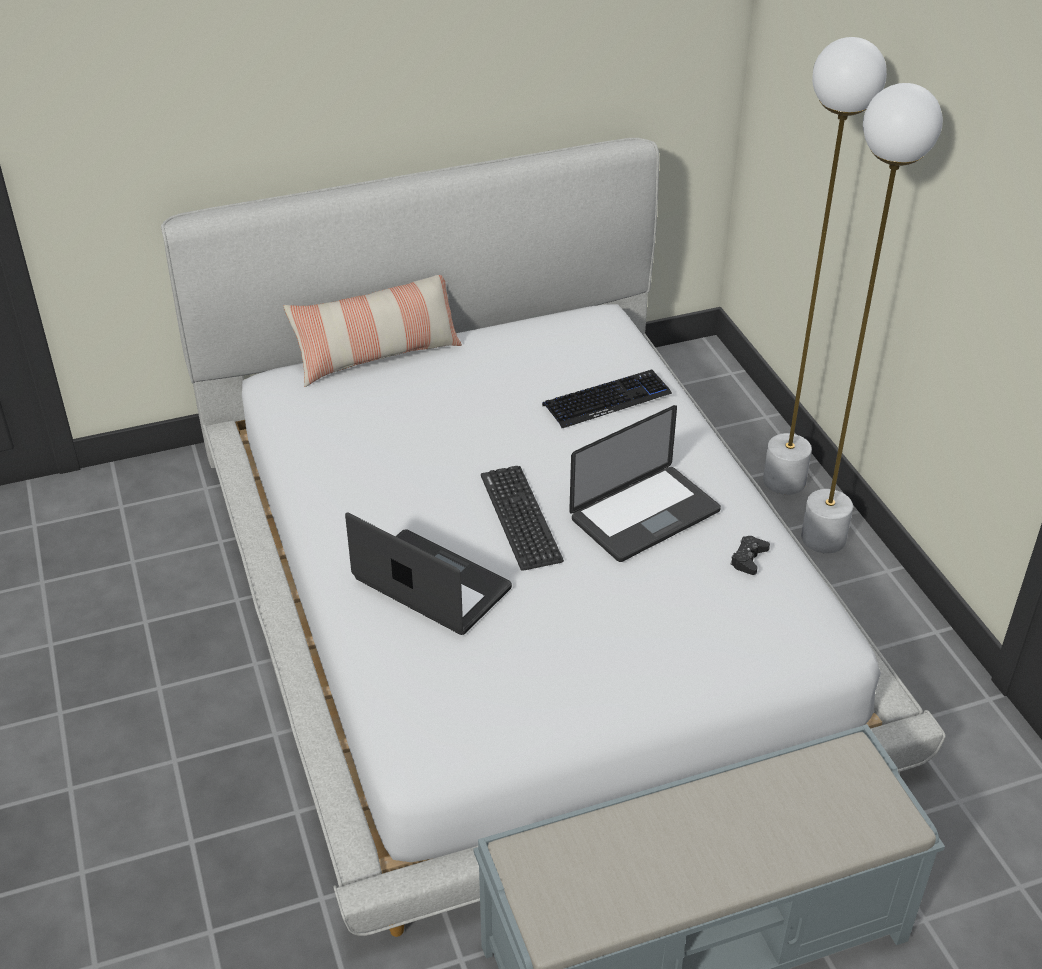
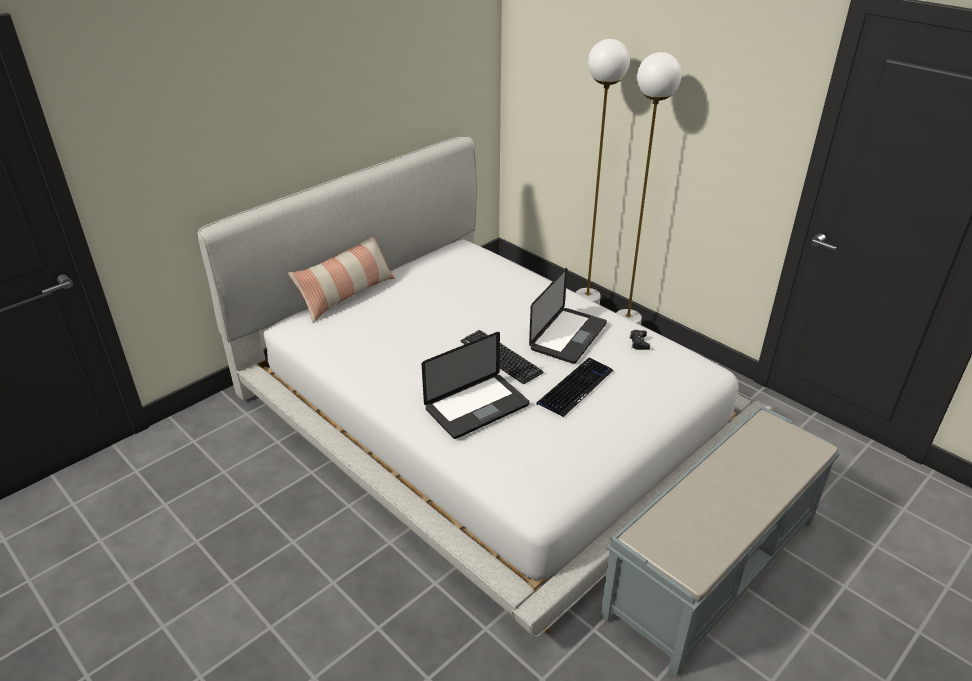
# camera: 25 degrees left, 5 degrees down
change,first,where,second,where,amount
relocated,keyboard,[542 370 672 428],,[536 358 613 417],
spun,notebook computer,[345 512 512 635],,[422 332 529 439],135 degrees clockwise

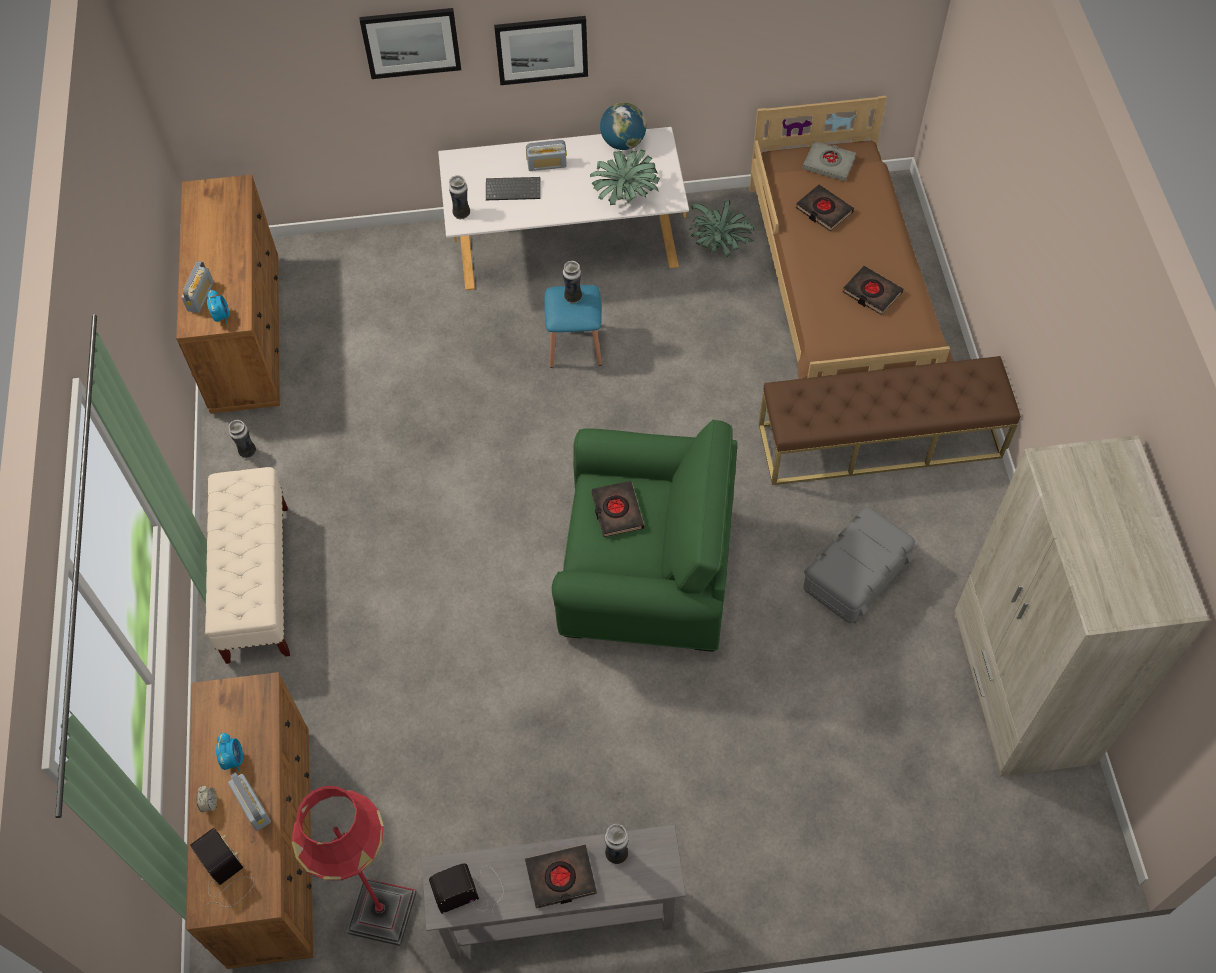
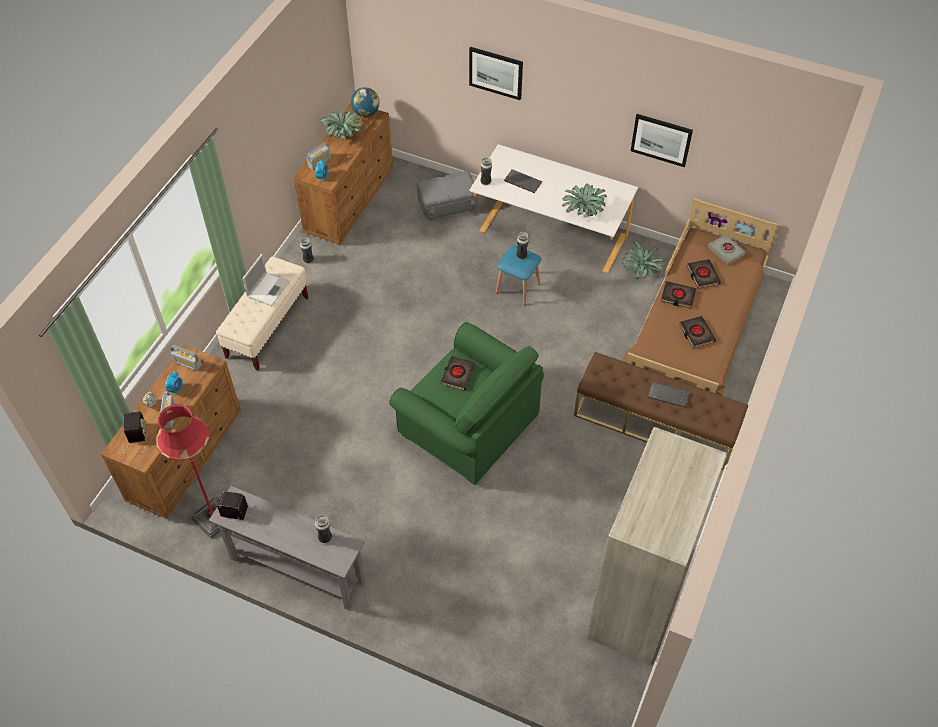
# camera: 30 degrees right, 5 degrees down
change,first,where,second,where,amount
relocated,picture,[494 16 588 85],,[631 114 693 167],
relocated,desk globe,[600 102 646 150],,[351 87 380 117],
relocated,radio,[526 140 567 171],,[171 345 202 371],
relocated,storage bin in greyish,[804 507 915 623],,[417 171 479 222],
relocated,volume in blackish,[525 844 597 908],,[661 281 696 308],
appeared,,,houseplant,[320 109 365 140],
appeared,,,notebook computer,[242 254 290 306],
appeared,,,keyboard,[648 382 690 407],

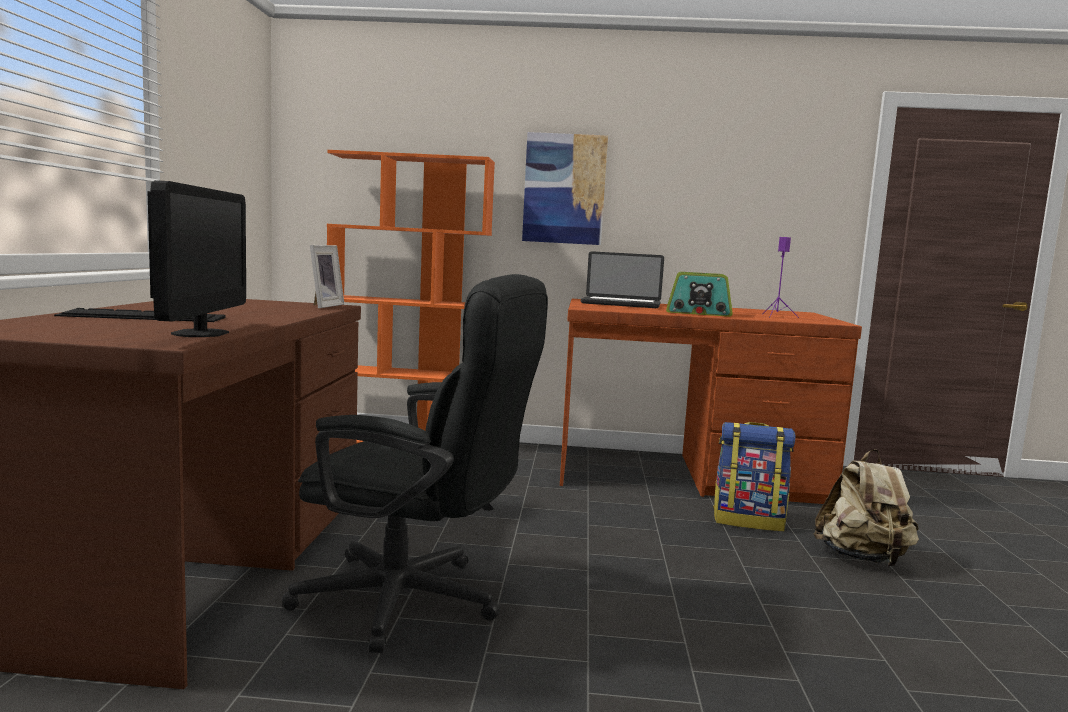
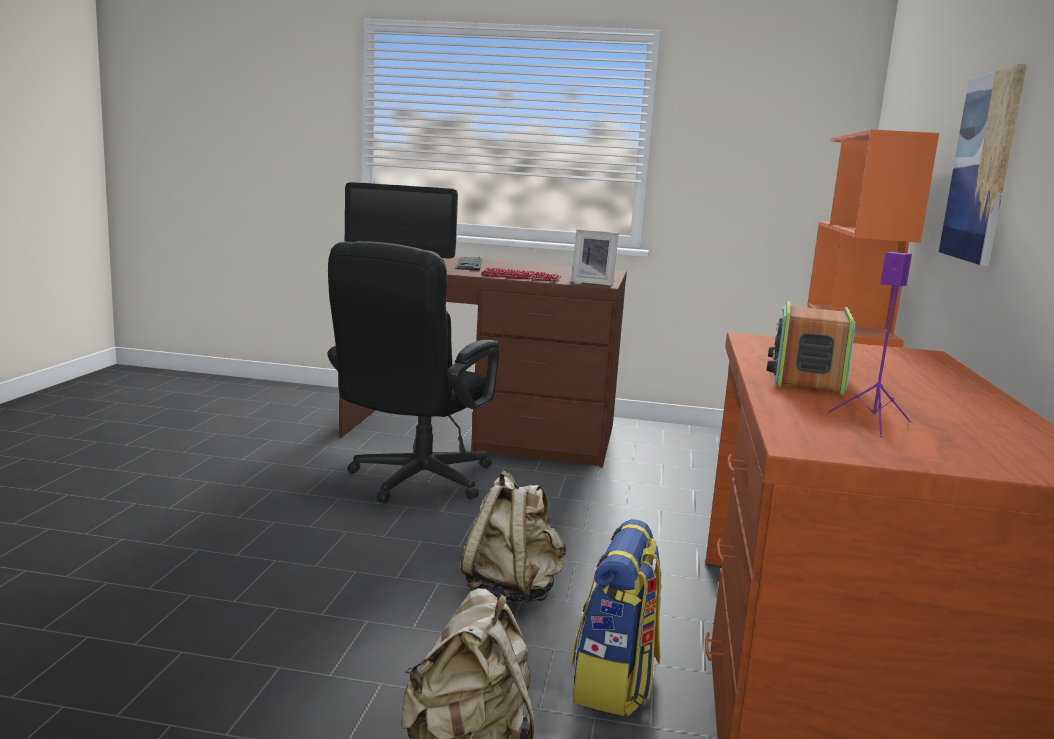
# camera: 95 degrees right, 5 degrees up
change,first,where,second,where,amount
missing,notebook computer,[581 251 664 308],,,
appeared,,,keyboard,[481 267 561 282],
appeared,,,rucksack in beige,[460 471 566 603],

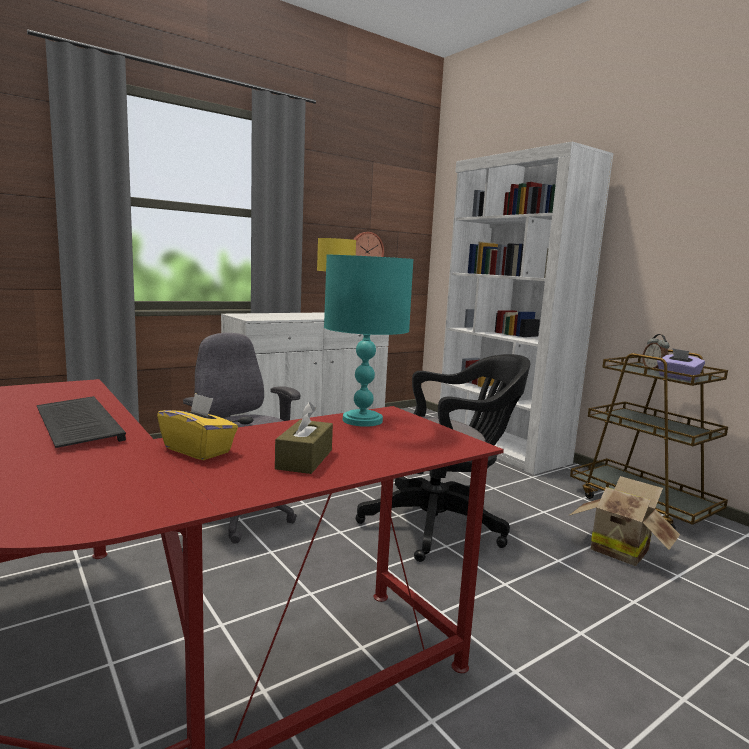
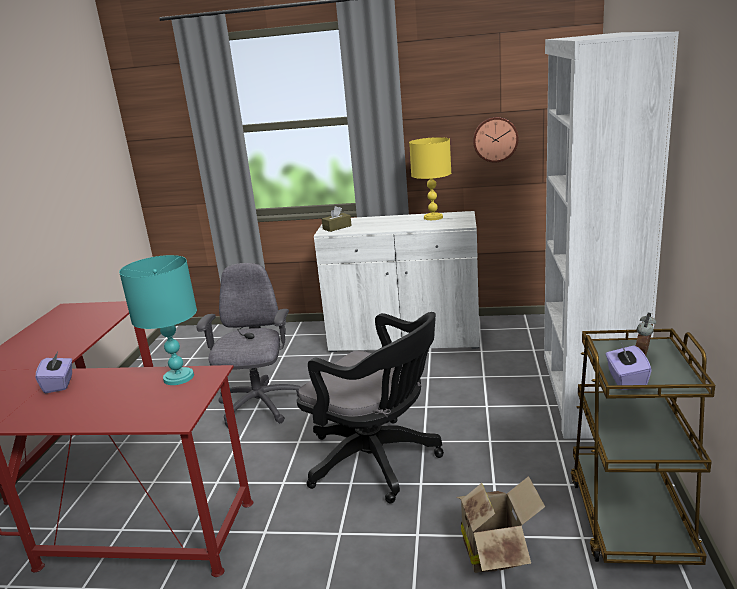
# camera: 45 degrees right, 10 degrees up
change,first,where,second,where,amount
colour,tissue holder in yellowish,[157 393 238 460],tissue holder in purple,[35 351 72 393],
missing,keyboard,[37 396 126 448],,,
relocated,tissue holder in brown-coloured,[275 402 333 474],,[322 206 352 232],

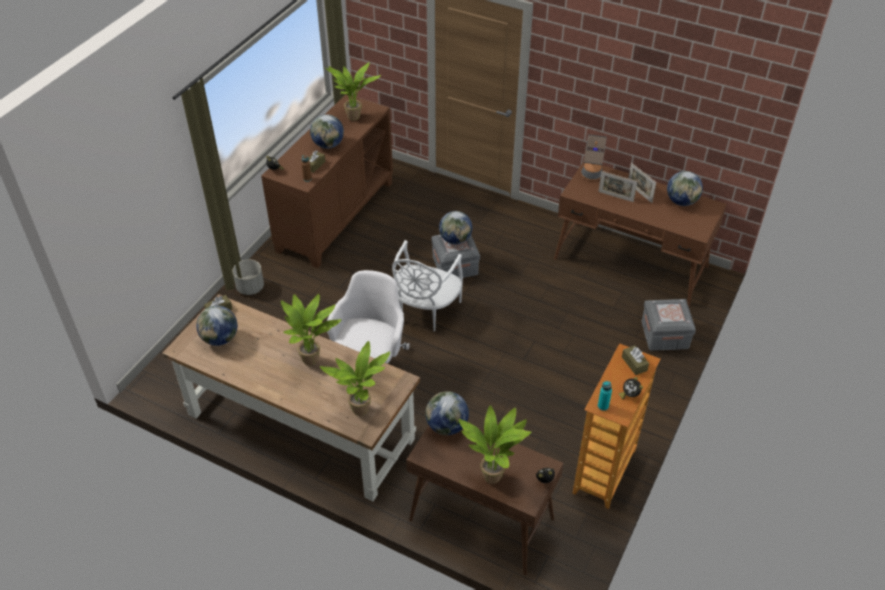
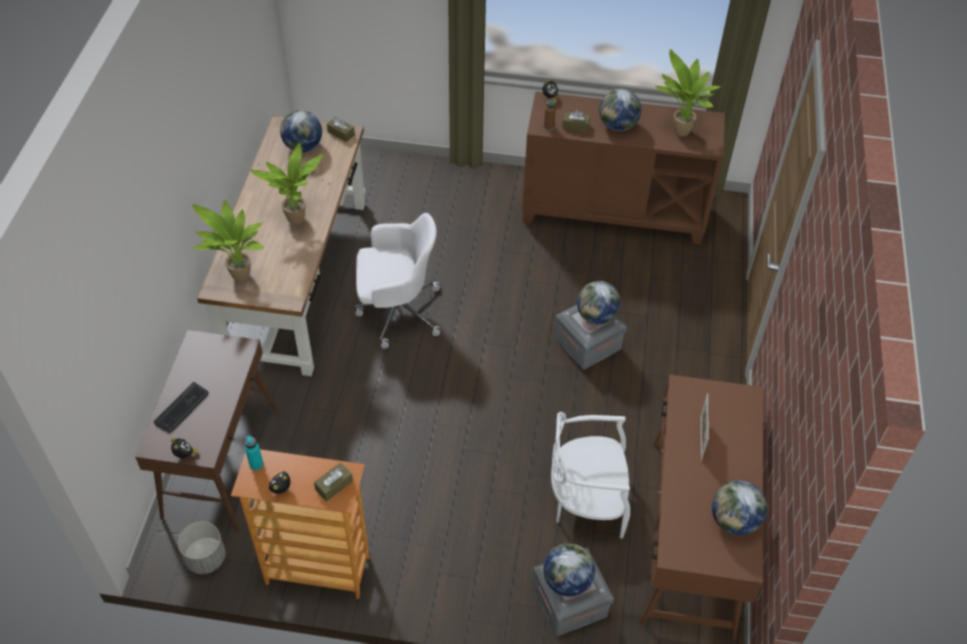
# camera: 70 degrees right, 5 degrees up
change,first,where,second,where,amount
missing,lamp for a table,[581 134 607 180],,,
missing,picture frame,[628 163 656 203],,,
relocated,plain chair in white,[392 240 463 331],,[551 412 630 538],
relocated,flower pot in greyish,[233 259 264 295],,[178 522 226 574],
relocated,desk globe,[425 391 469 435],,[543 543 595 597],
exchanged,houseplant,[458 405 531 484],keyboard,[154 382 209 433],

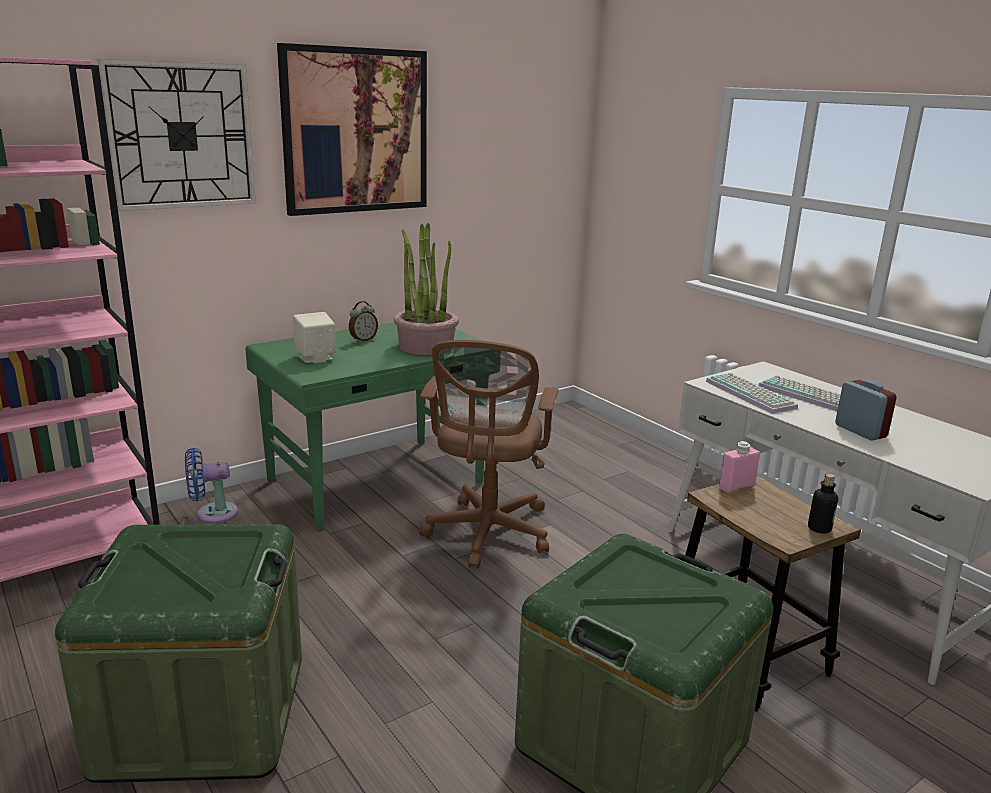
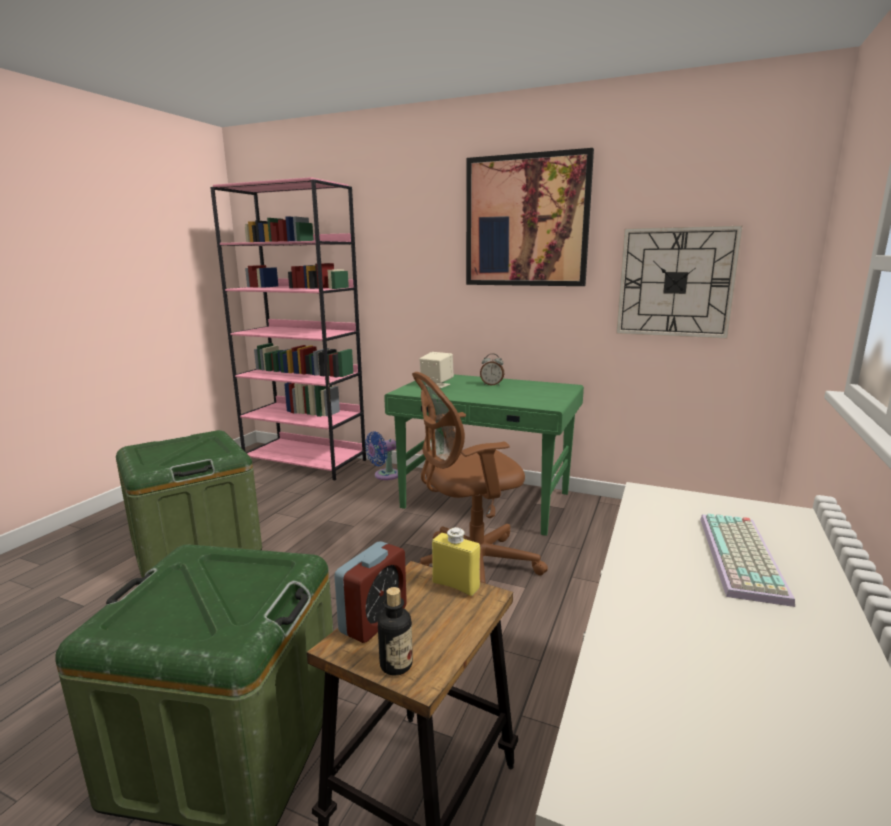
# camera: 60 degrees right, 5 degrees down
change,first,where,second,where,amount
relocated,hanging clock,[97 59 256 211],,[616 226 743 338],
missing,houseplant,[394 223 459 355],,,
missing,keyboard,[706 373 798 414],,,
relocated,alarm clock,[835 380 897 440],,[334 541 407 643],
colour,drink bottle in pinkish,[719 441 760 493],drink bottle in yellowish,[432 527 480 596],
spun,fan in bluish,[185 448 238 524],,[365 431 398 480],75 degrees counterclockwise

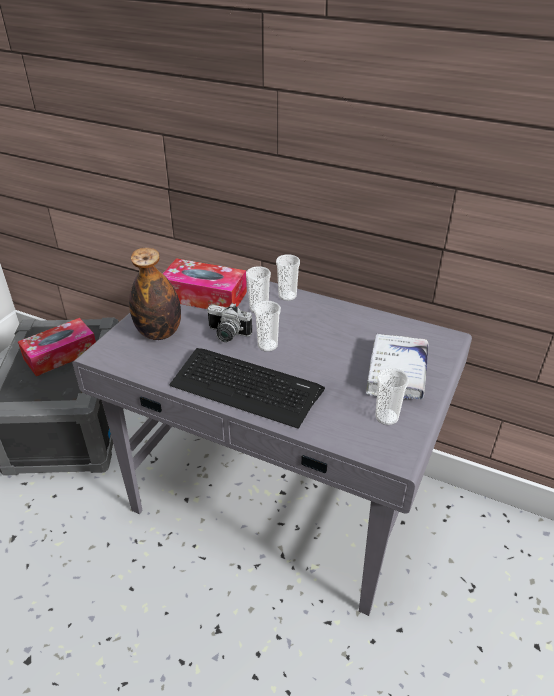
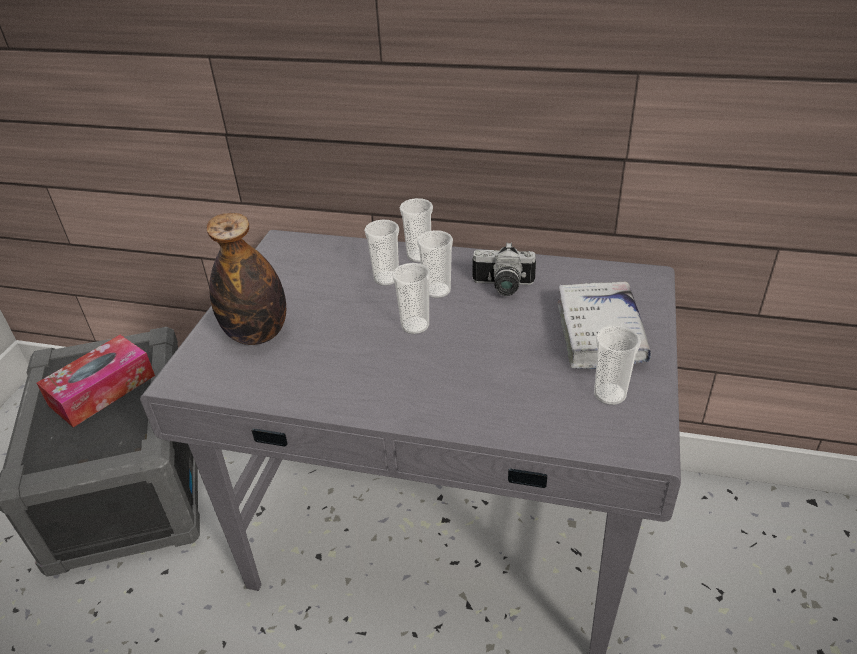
# camera: 10 degrees left, 0 degrees up
change,first,where,second,where,amount
missing,tissue holder,[163 258 247 309],,,
relocated,still camera,[207 303 252 342],,[472 242 536 296],
missing,keyboard,[169 348 325 429],,,
appeared,,,drinking cup,[417 230 453 298],

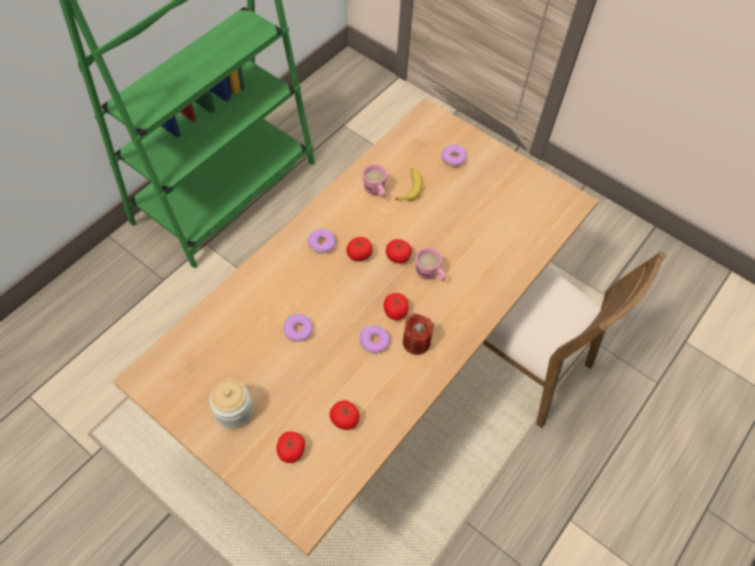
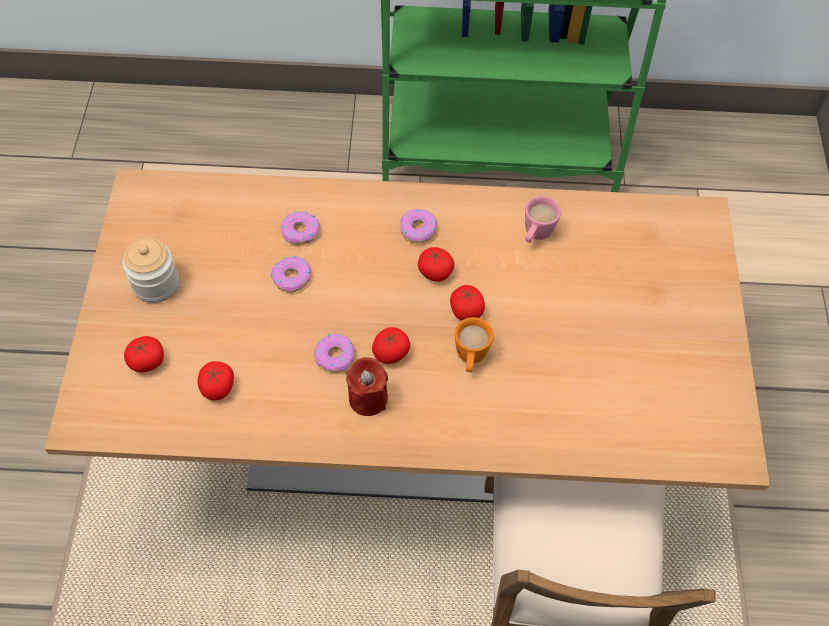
# camera: 55 degrees right, 0 degrees up
change,first,where,second,where,amount
relocated,ring doughnut,[441 144 467 167],,[281 211 320 245],
missing,banana,[396 168 423 201],,,
colour,mug in pinkish,[415 247 447 280],mug in orangey,[454 317 494 372],

